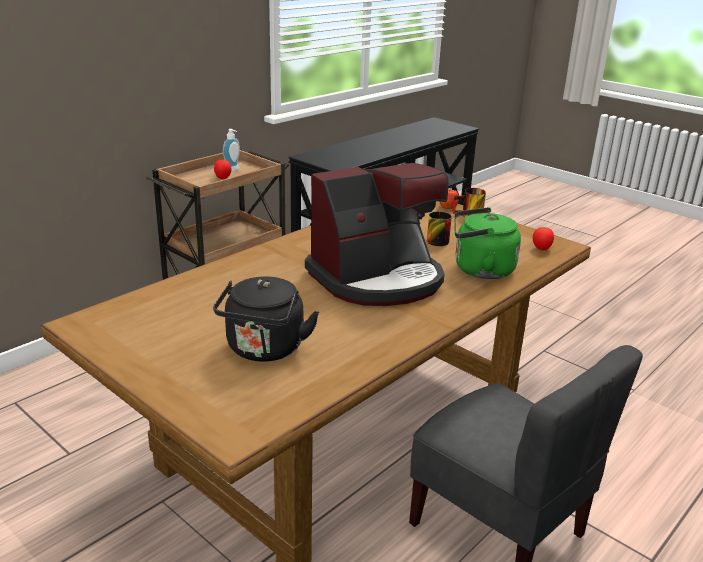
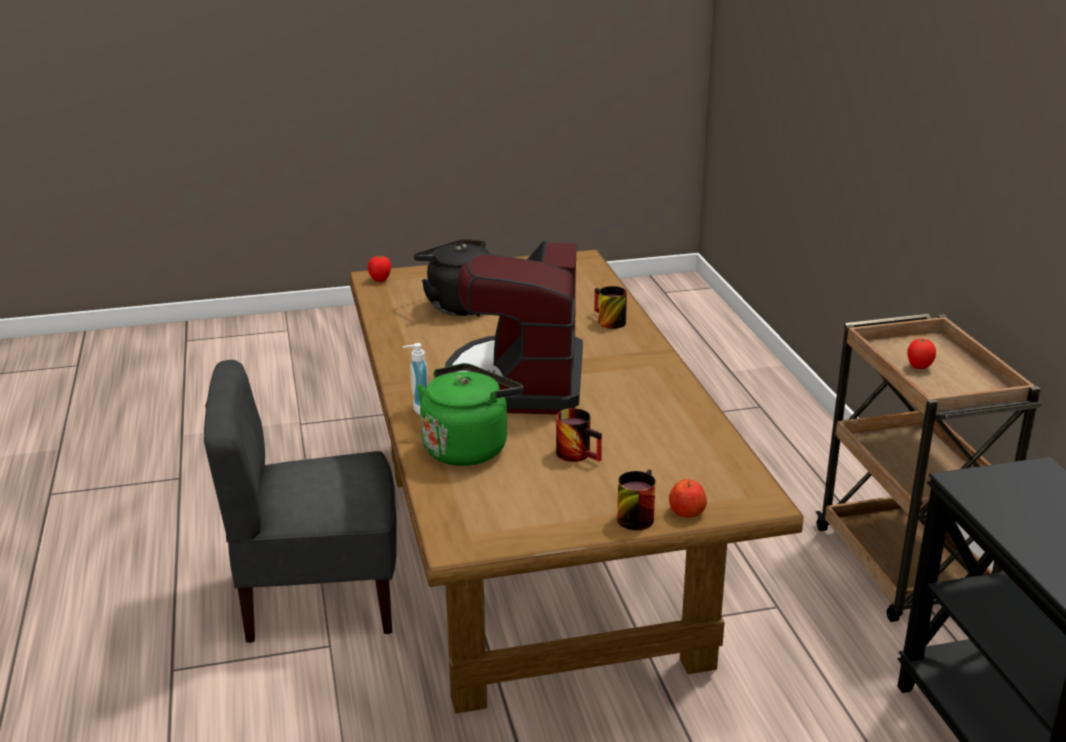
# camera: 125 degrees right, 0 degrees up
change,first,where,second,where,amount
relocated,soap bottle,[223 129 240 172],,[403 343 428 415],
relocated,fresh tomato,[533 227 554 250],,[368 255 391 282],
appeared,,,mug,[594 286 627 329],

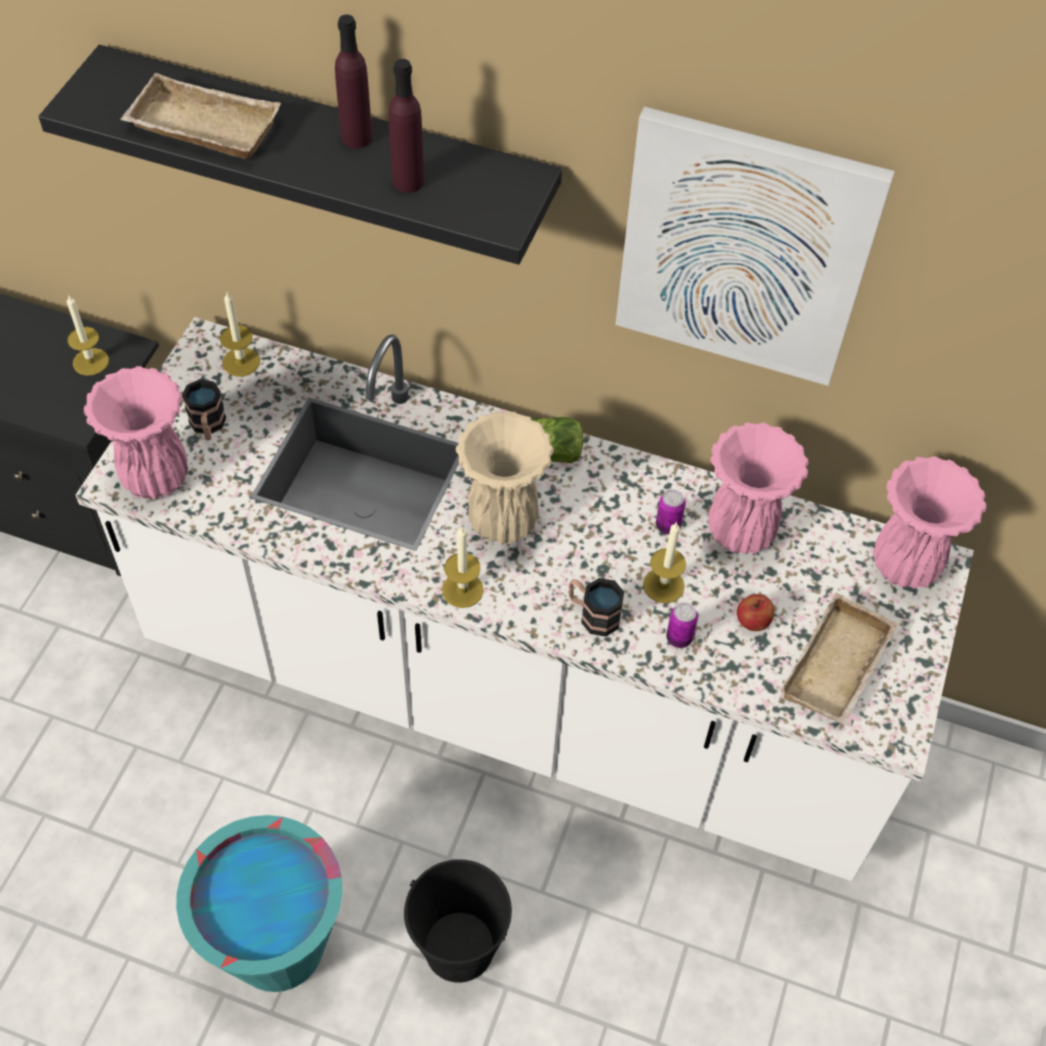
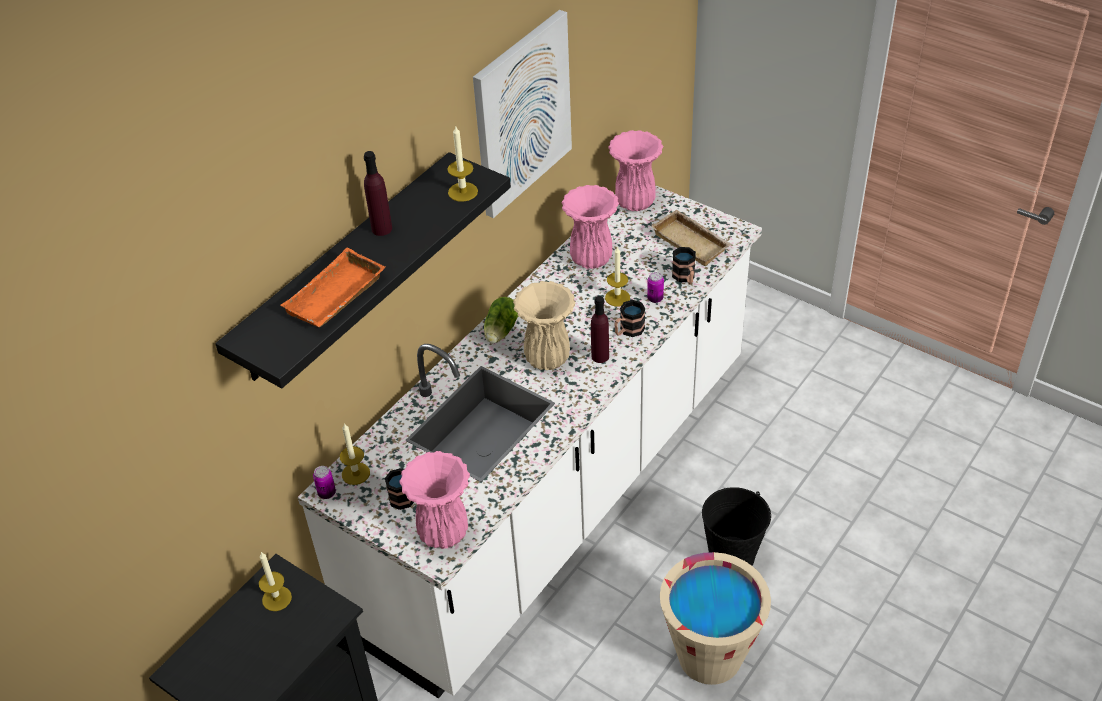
# camera: 70 degrees left, 10 degrees down
change,first,where,second,where,amount
relocated,drink bottle in purple,[389 59 424 193],,[591 296 609 363],
colour,tray in beige,[121 73 281 159],tray in orangey,[280 247 385 327],
relocated,sealed can,[656 489 686 534],,[313 466 336 499],
relocated,wax candle,[442 526 484 608],,[447 125 478 202],
missing,whole apple,[737 594 775 631],,,
colour,water bucket in turquoise-coloured,[176 815 343 992],water bucket in beige,[660 552 771 685],
appeared,,,mug,[672 247 696 284],

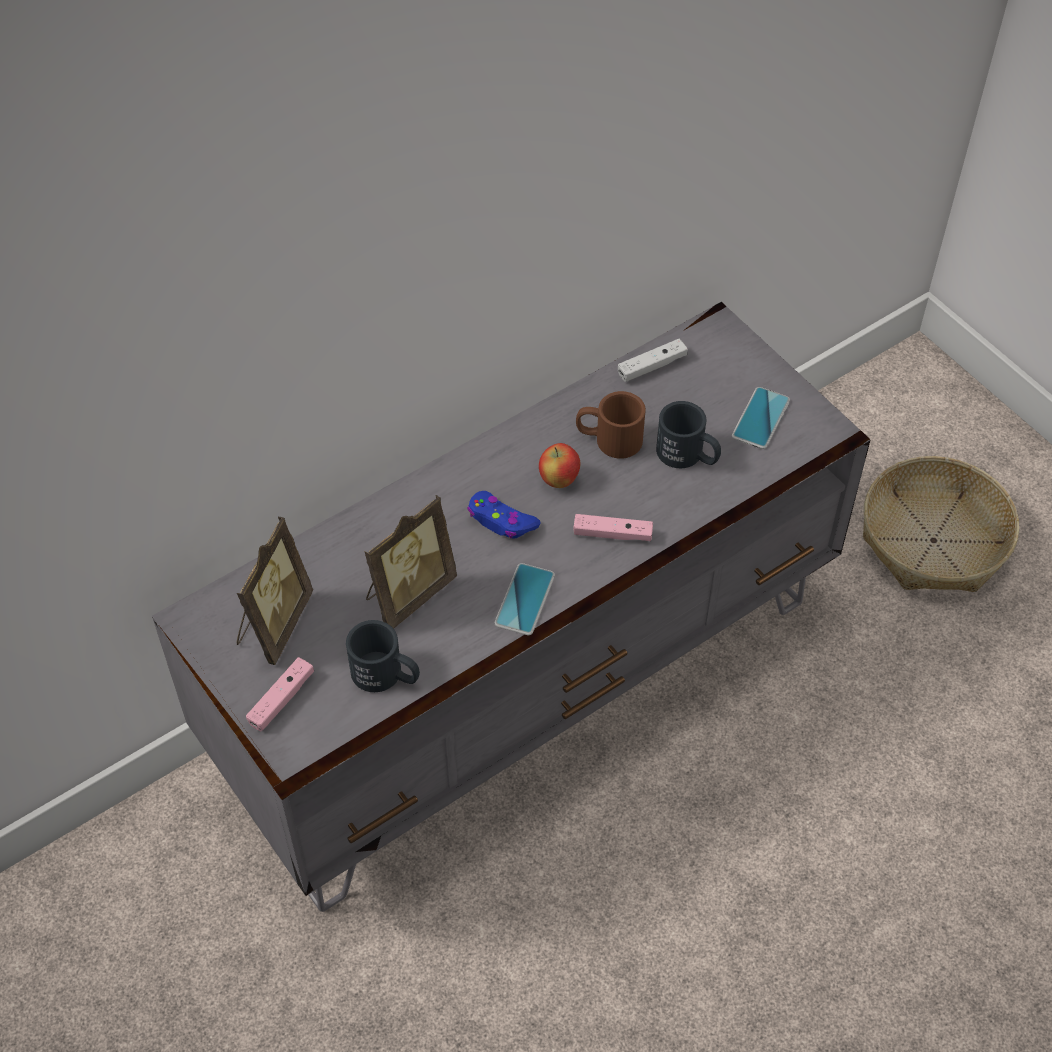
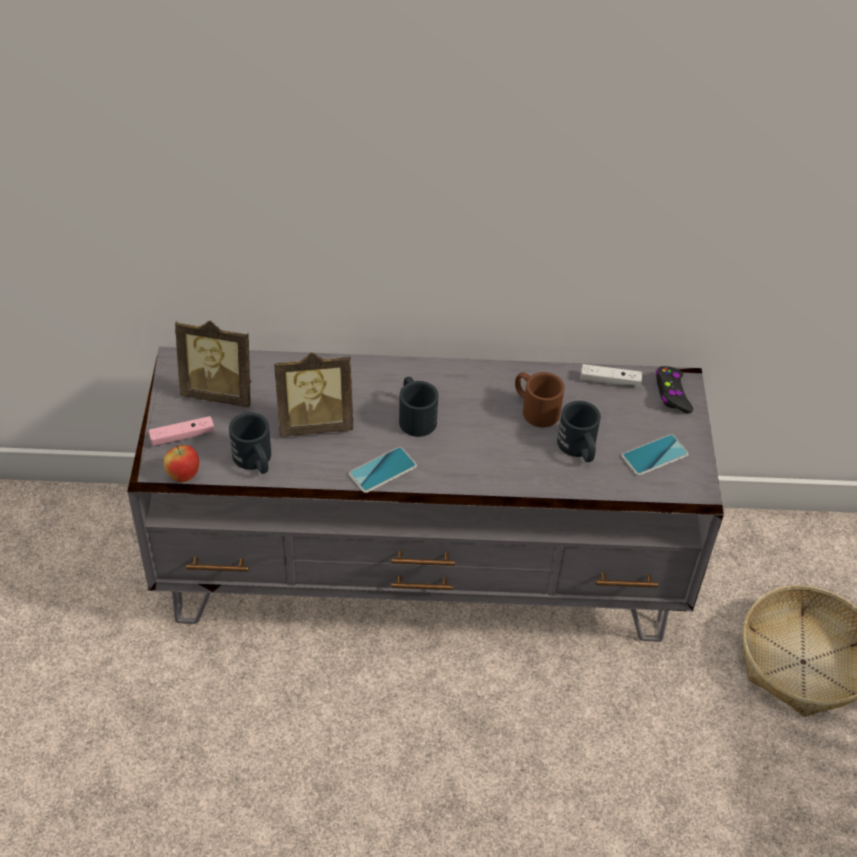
# camera: 35 degrees right, 5 degrees down
change,first,where,second,where,amount
relocated,whole apple,[539 443 580 488],,[163 445 199 482],
exchanged,gamepad in bluish,[467 491 541 539],mug in blackish,[399 377 439 437],
missing,gamepad in pinkish,[574 514 653 541],,,
spun,picture frame,[237 517 313 665],,[175 321 251 407],45 degrees clockwise
appeared,,,gamepad in blackish,[656 366 693 413],

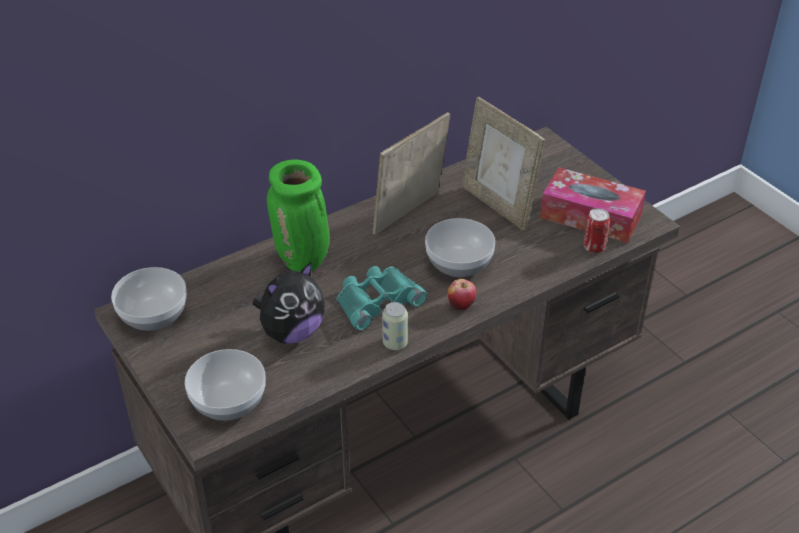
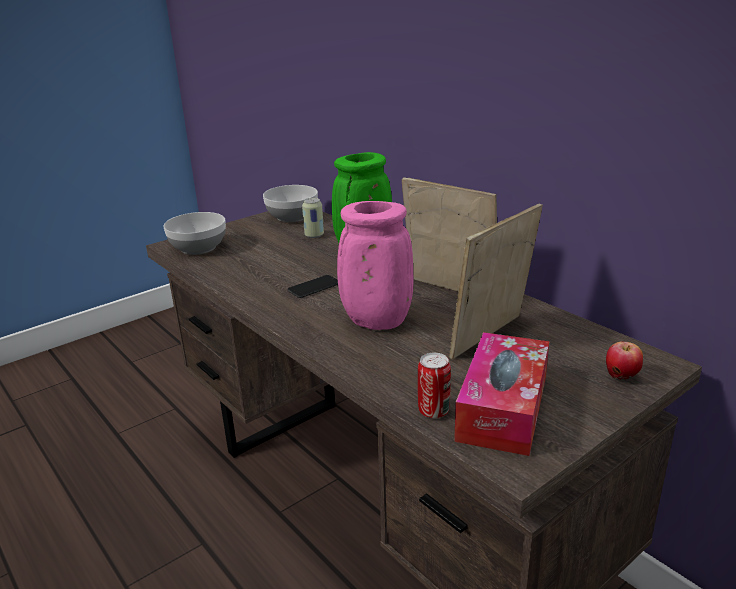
# camera: 85 degrees right, 15 degrees down
change,first,where,second,where,amount
exchanged,bowl,[425 218 495 277],flower vase in pinkish,[337 201 413 330],
missing,cuddly toy,[253 261 325 344],,,
exchanged,binoculars in turquoise-coloured,[337 266 427 331],phone,[287 275 338 298],
relocated,whole apple,[448 279 476 310],,[606 341 643 379],
relocated,sealed can,[382 302 408 350],,[302 198 324 238],

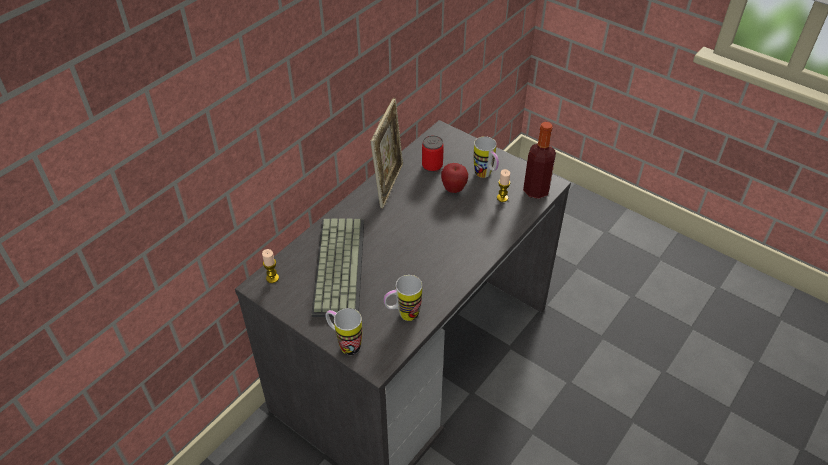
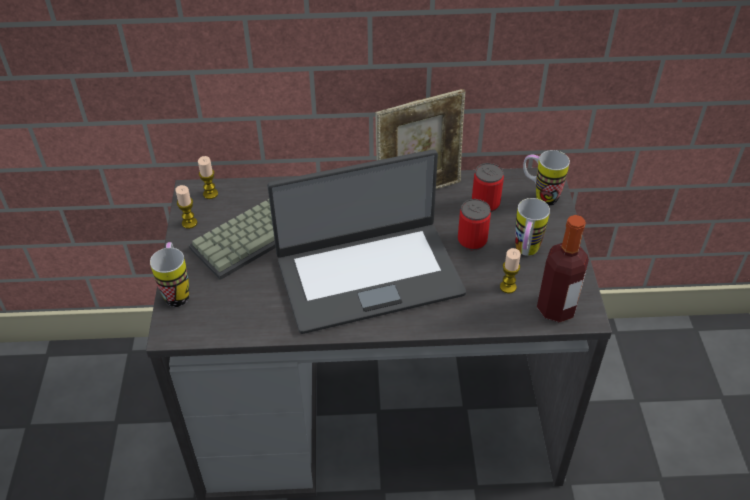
# camera: 50 degrees right, 0 degrees up
change,first,where,second,where,amount
exchanged,whole apple,[441 163 468 193],sealed can,[458 199 491 250],
relocated,mug,[384 275 422 321],,[523 150 570 206],
appeared,,,notebook computer,[267 149 466 334],
appeared,,,wax candle,[175 185 197 229],

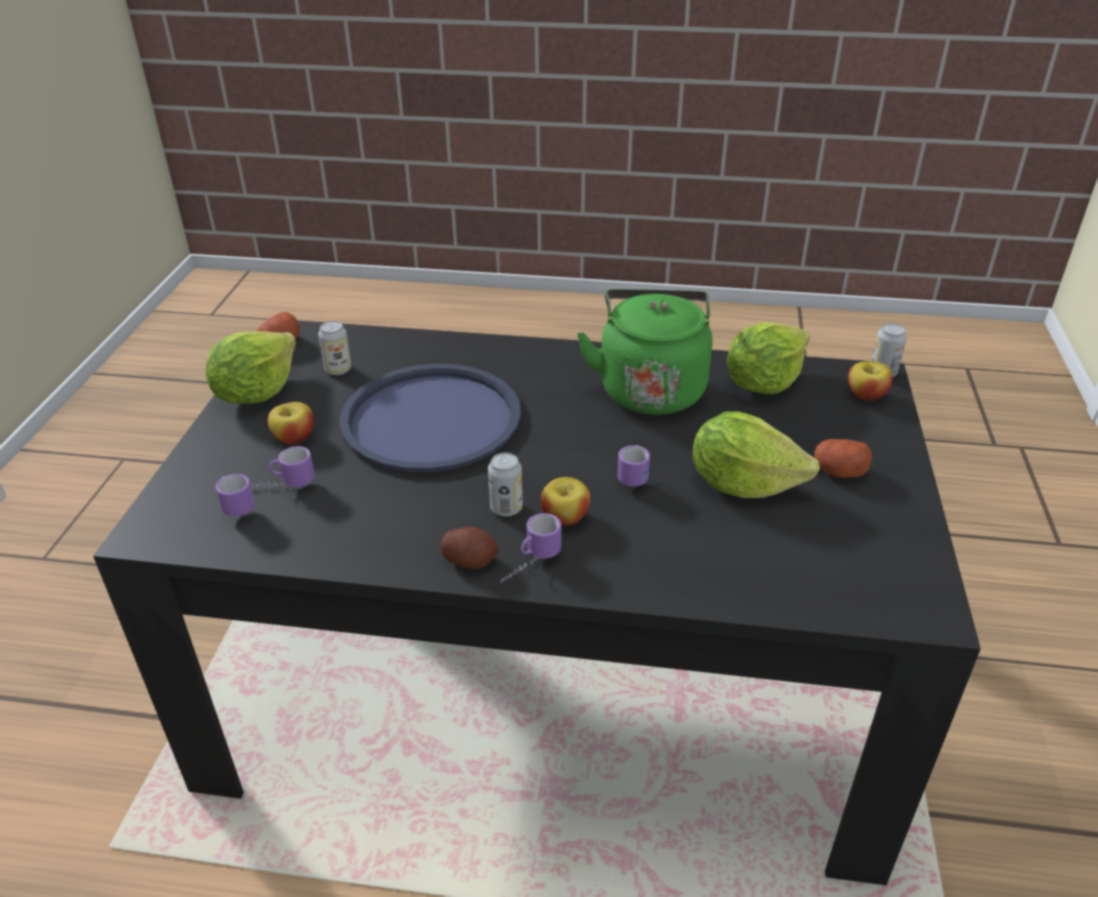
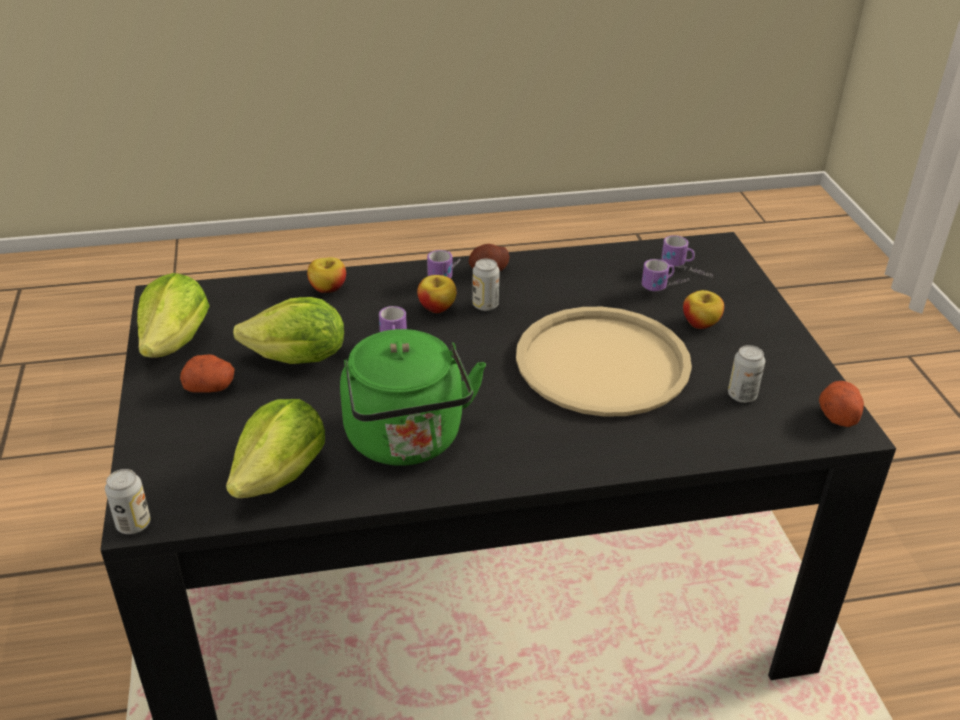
# camera: 160 degrees right, 0 degrees up
change,first,where,second,where,amount
relocated,lettuce,[205 331 296 404],,[137 273 209 358],
relocated,whole apple,[848 361 893 401],,[307 257 346 293],
colour,tray in bluish,[339 364 521 473],tray in beige,[516 307 692 417],

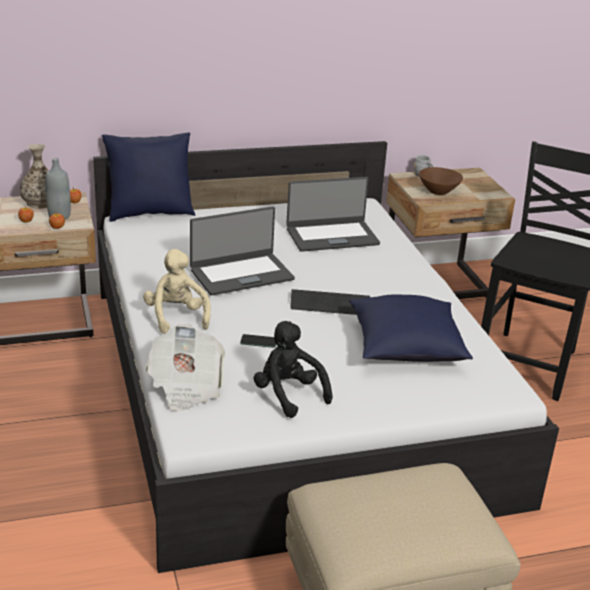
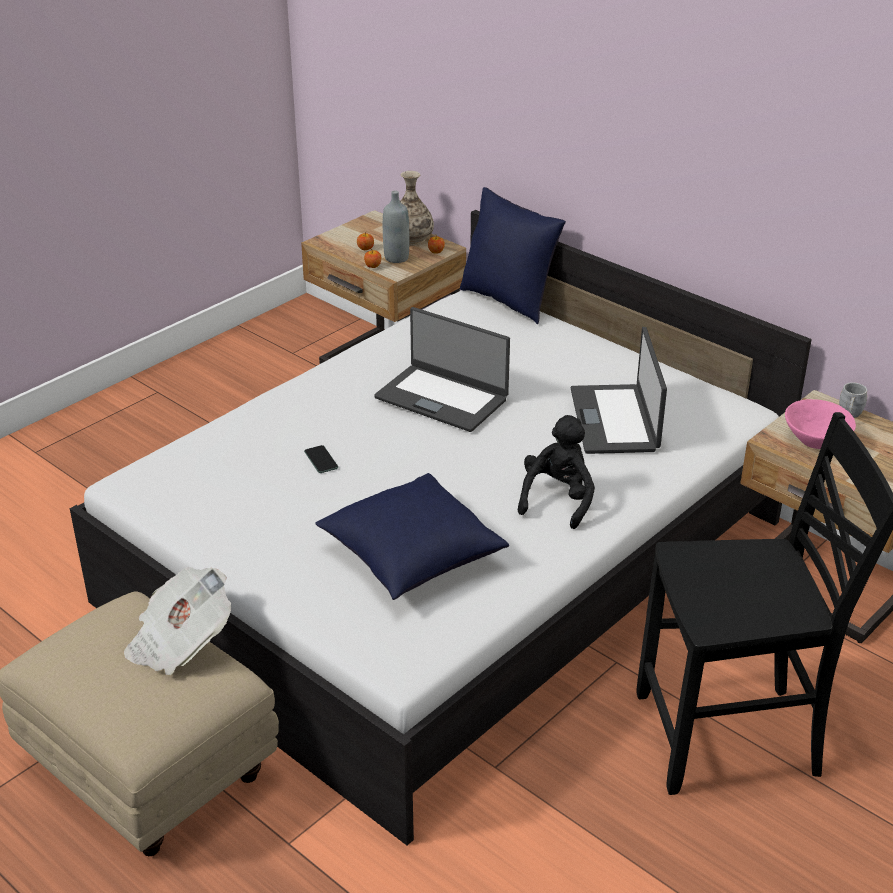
# camera: 60 degrees right, 5 degrees up
change,first,where,second,where,amount
colour,bowl in brown-coloured,[419 167 463 195],bowl in pinkish,[785 399 856 449],
spun,notebook computer,[286 177 380 252],,[571 327 667 454],45 degrees clockwise
missing,cuddly toy in beige,[143 249 211 334],,,
missing,keyboard,[290 289 370 315],,,
relocated,cuddly toy in blackish,[254 321 333 418],,[518 415 595 529],
relocated,printed paper,[146 324 225 412],,[124 567 231 675],

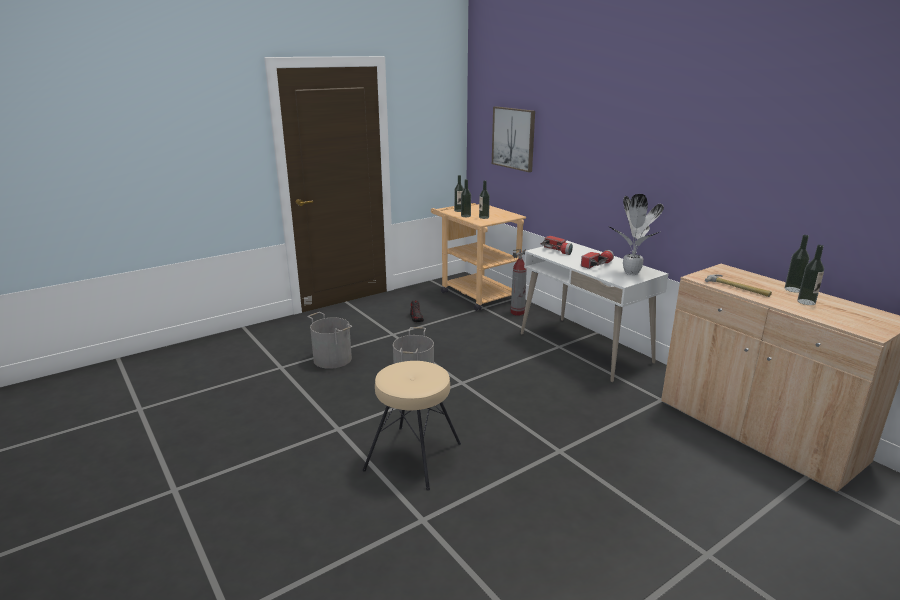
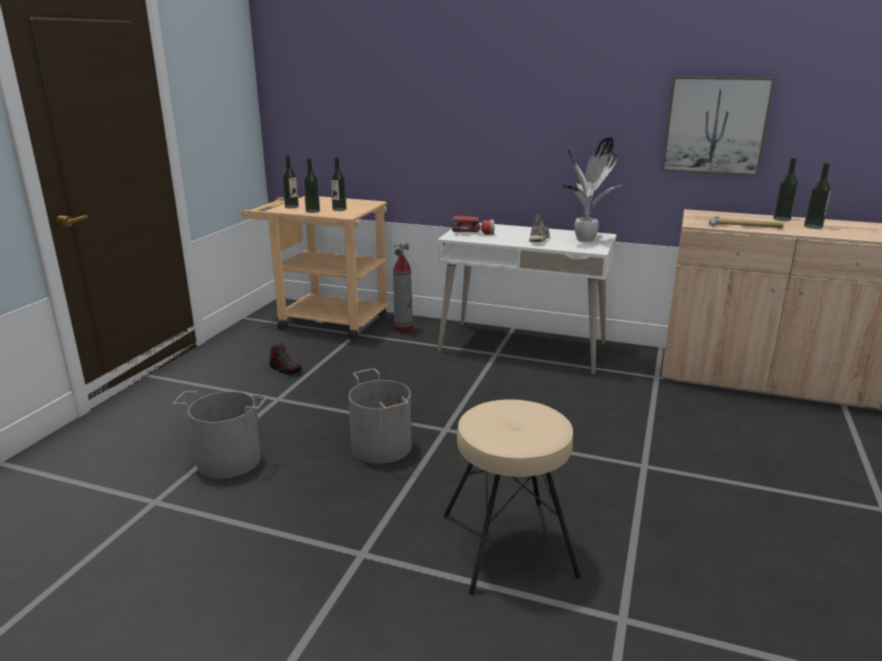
# camera: 35 degrees left, 0 degrees up
change,first,where,second,where,amount
relocated,picture,[492 106 535 172],,[662 76 775 176],
exchanged,hand torch,[581 250 614 269],shoe in greyish,[529 213 550 242],

